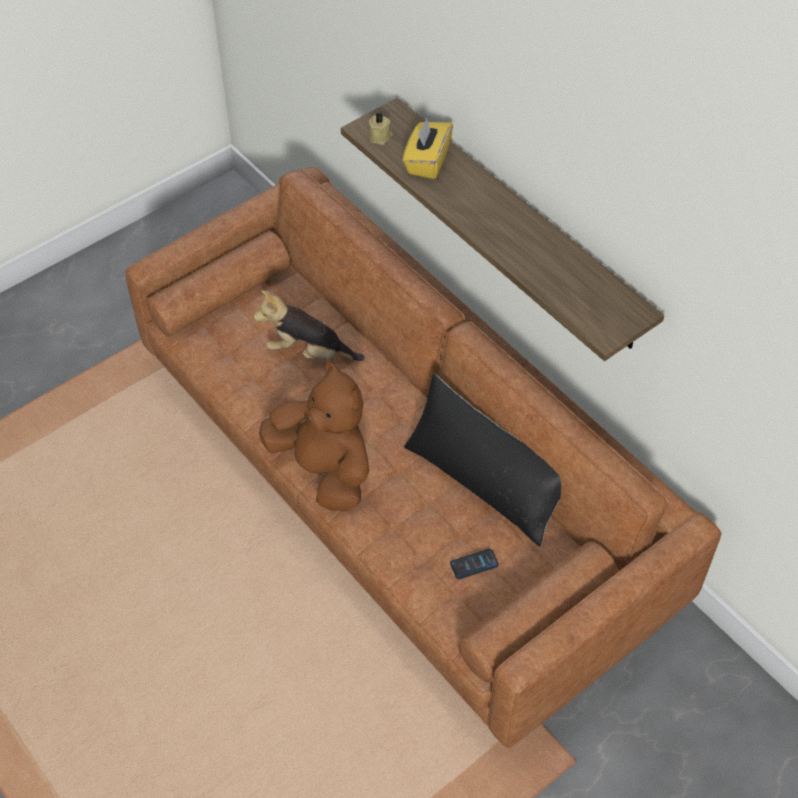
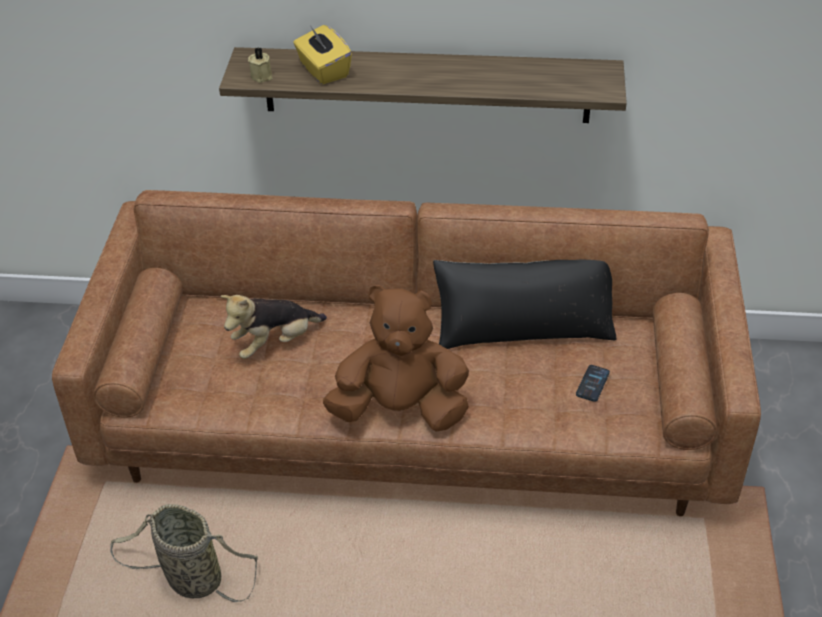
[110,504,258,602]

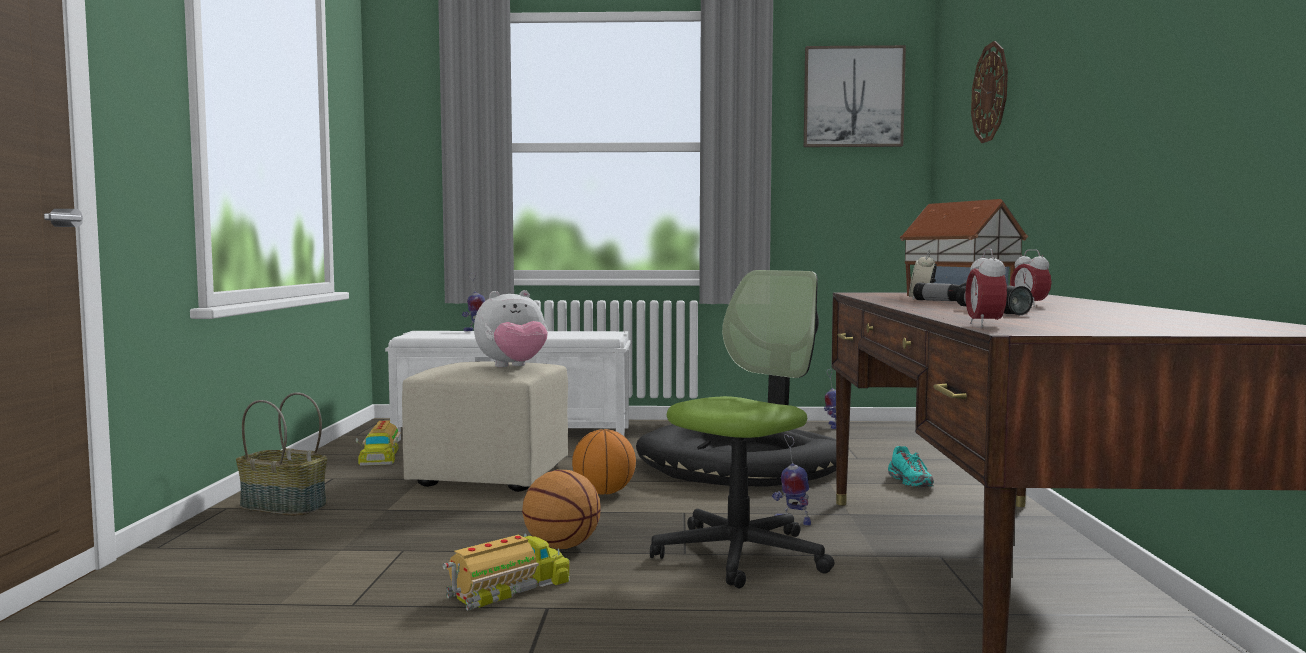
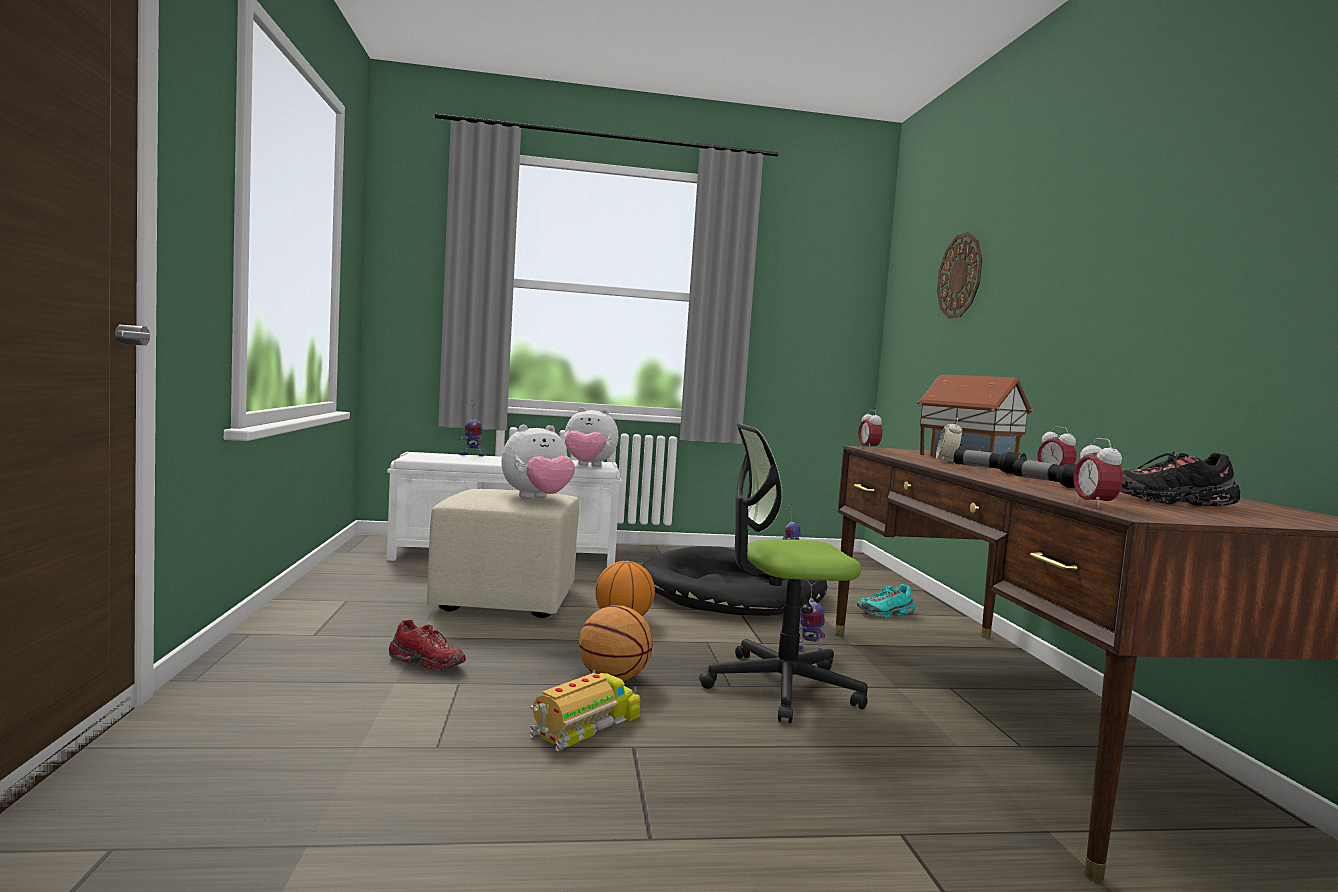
[804,45,906,147] (first image)
[699,423,868,723]
[236,392,327,516] (first image)
[356,420,401,466] (first image)
[857,584,915,618]
[564,407,618,466]
[858,410,882,450]
[1120,452,1240,506]
[389,620,466,669]

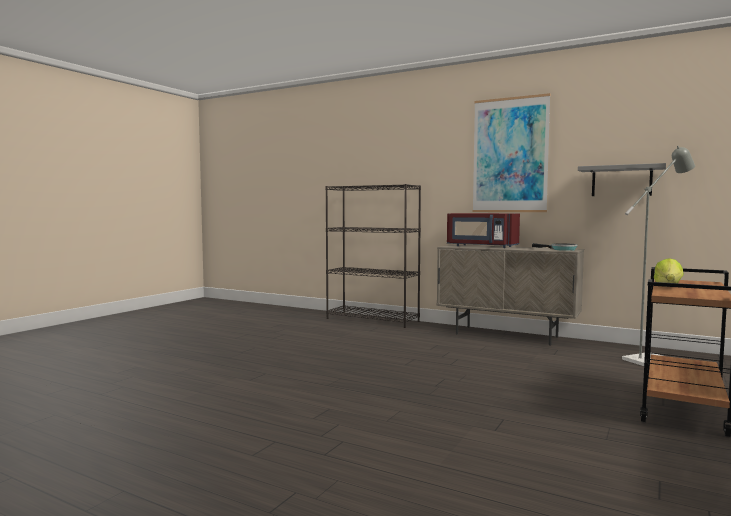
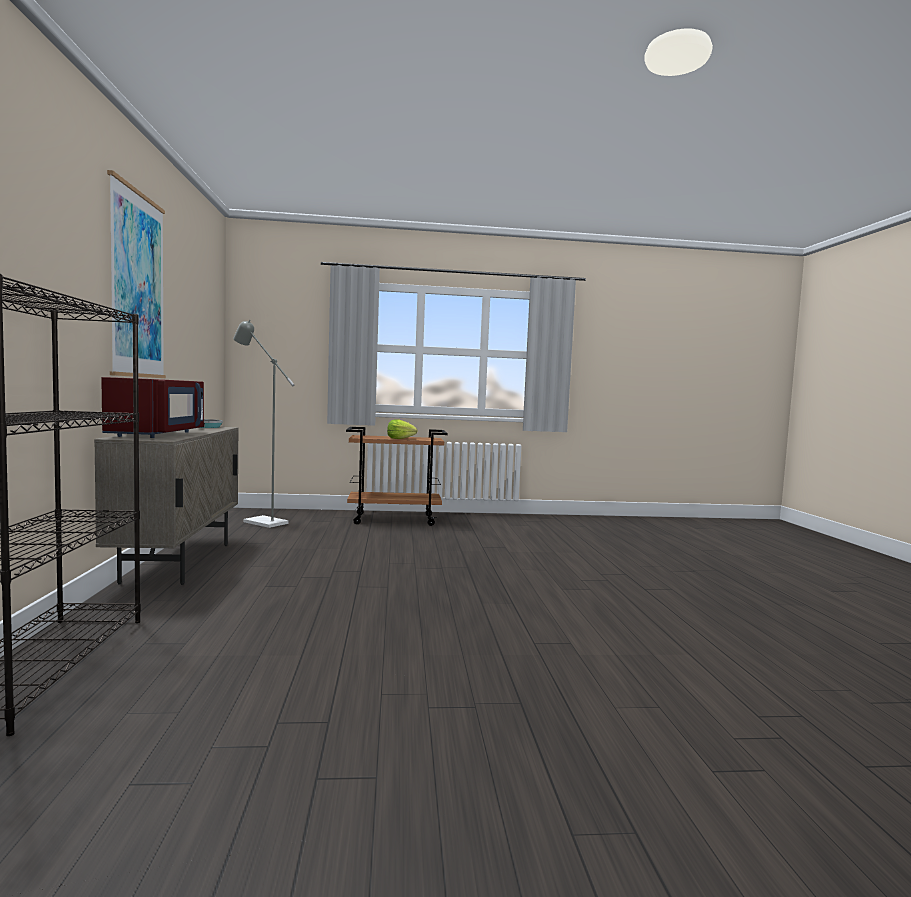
[578,163,666,196] (first image)

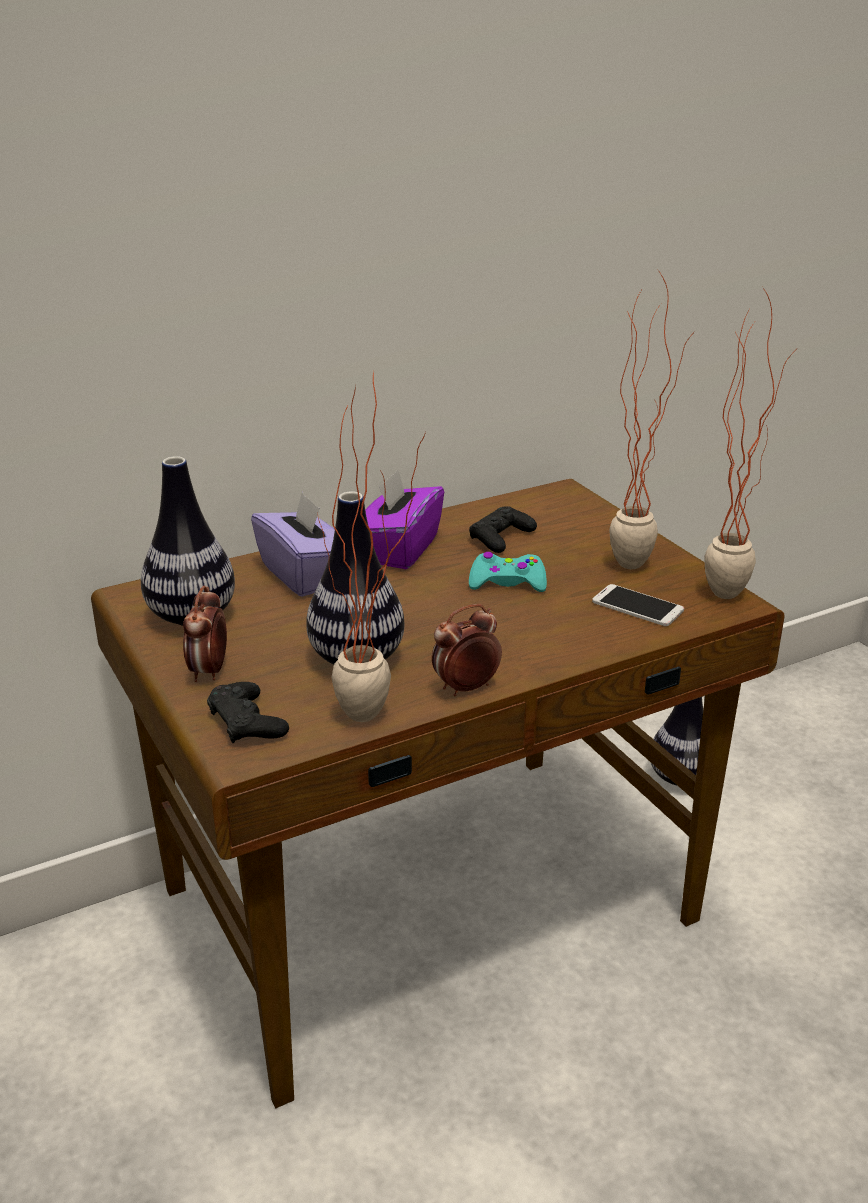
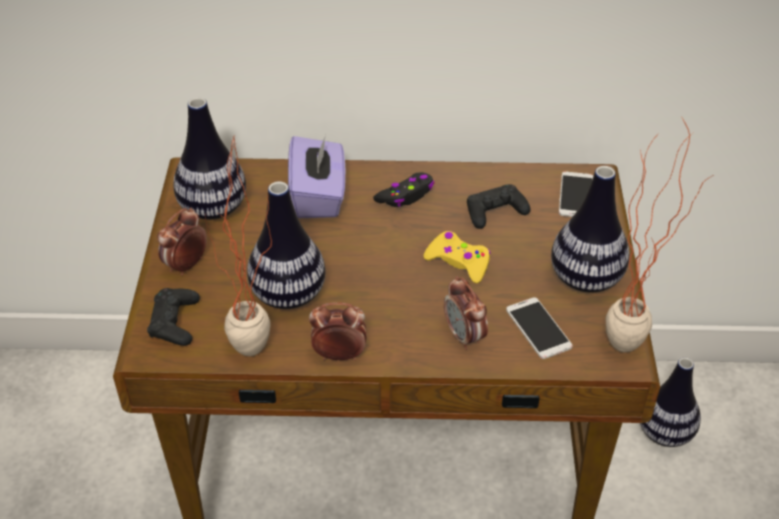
[551,166,629,293]
[373,172,434,207]
[424,231,490,284]
[559,171,593,217]
[444,276,488,350]

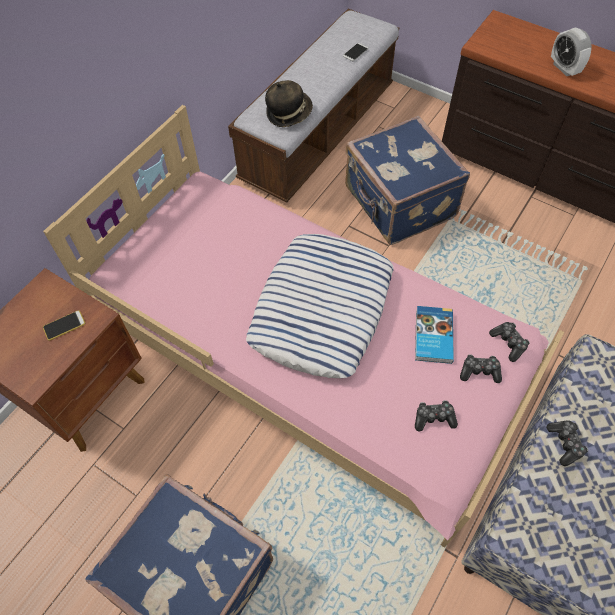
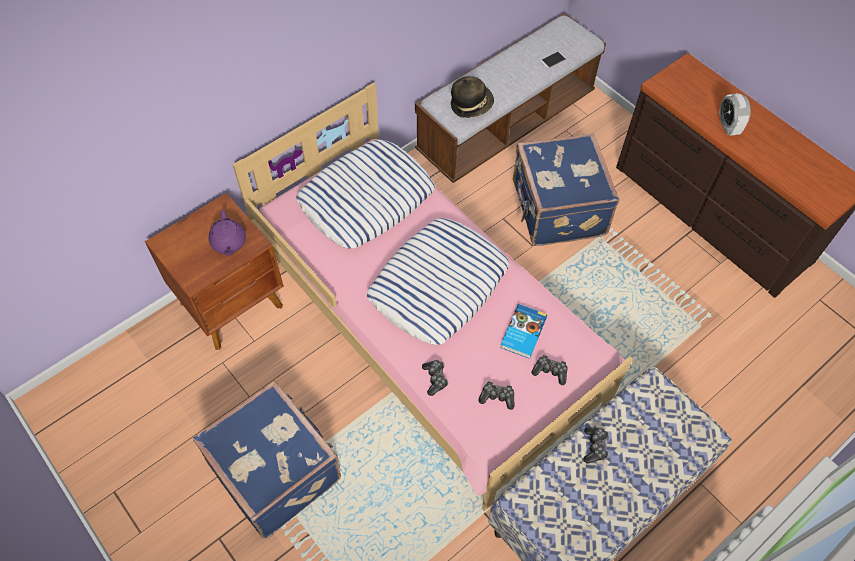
[209,210,246,256]
[422,360,448,396]
[296,140,435,249]

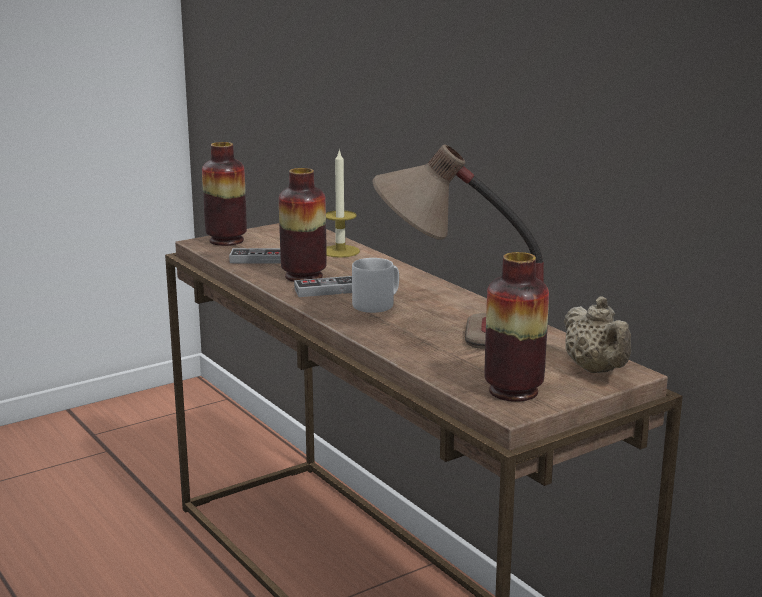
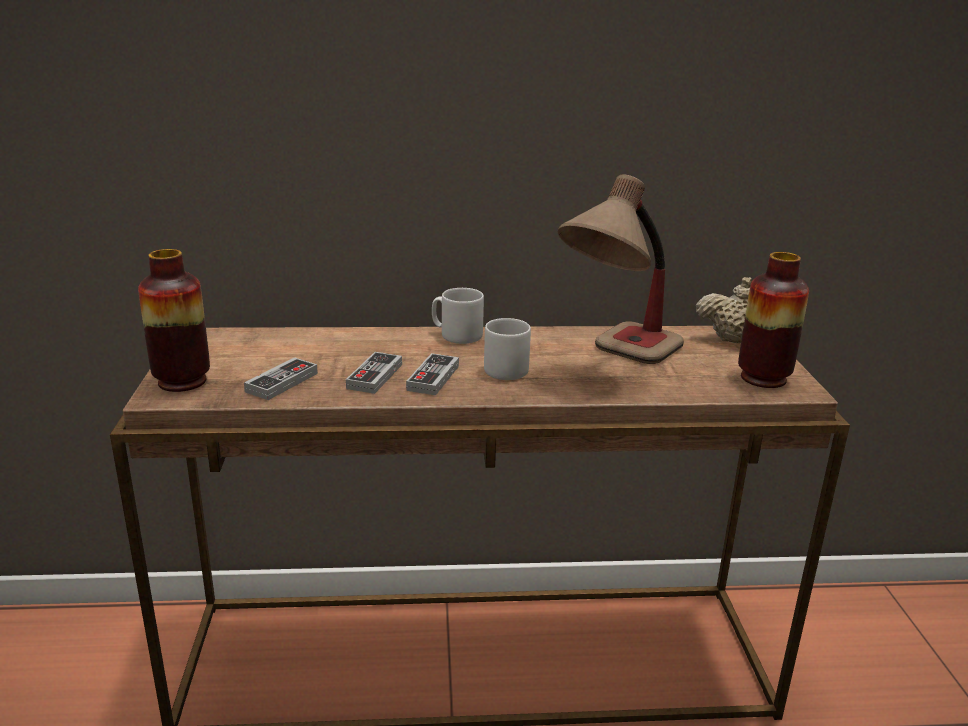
[326,149,360,258] (first image)
[346,352,402,394]
[432,288,484,344]

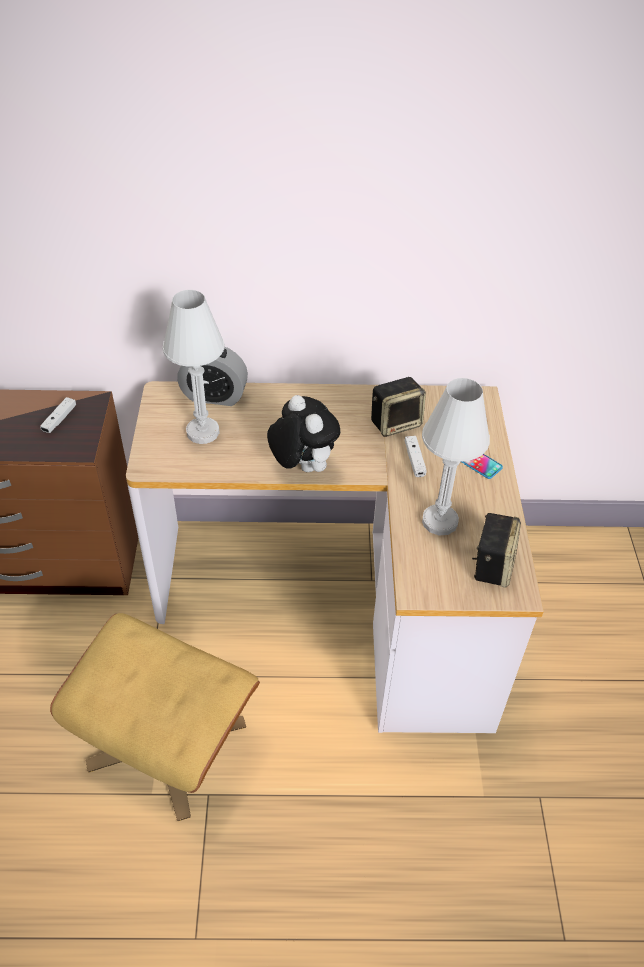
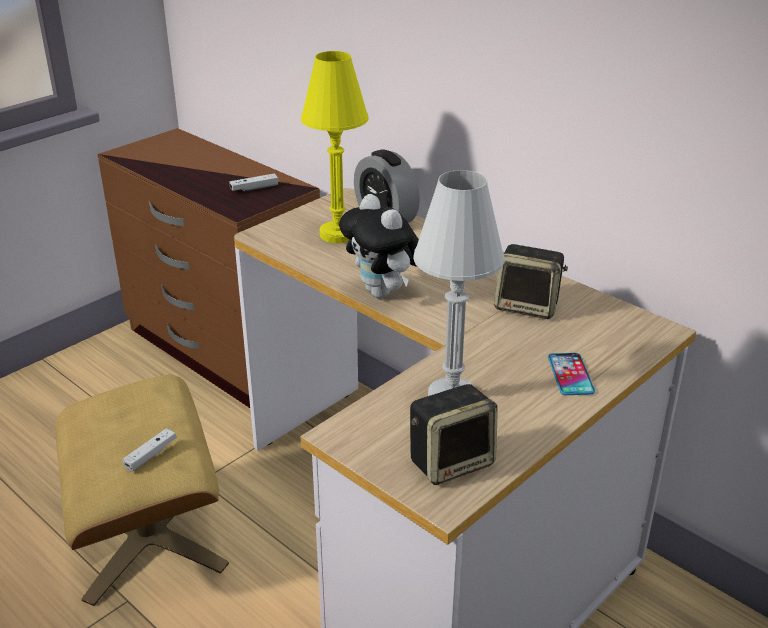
[301,51,369,243]
[339,194,419,299]
[122,428,176,472]

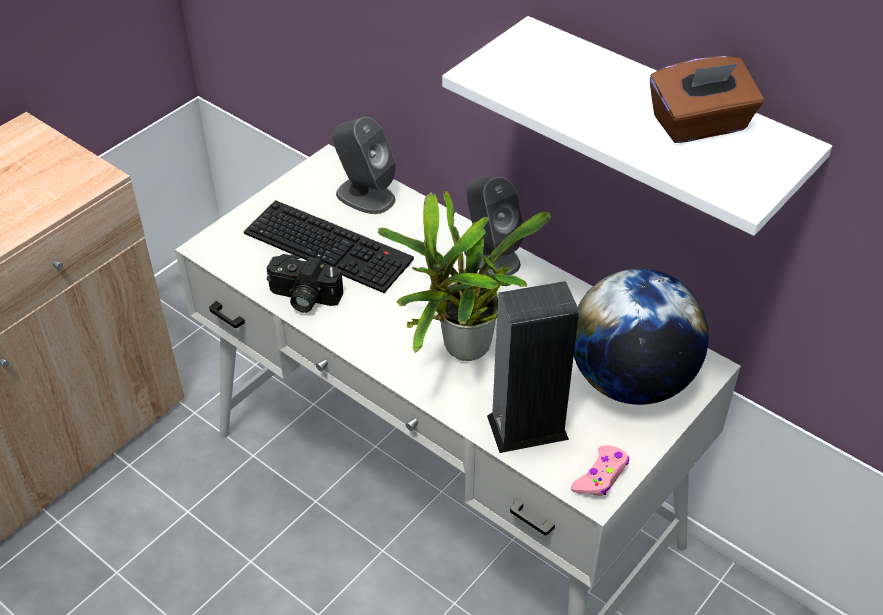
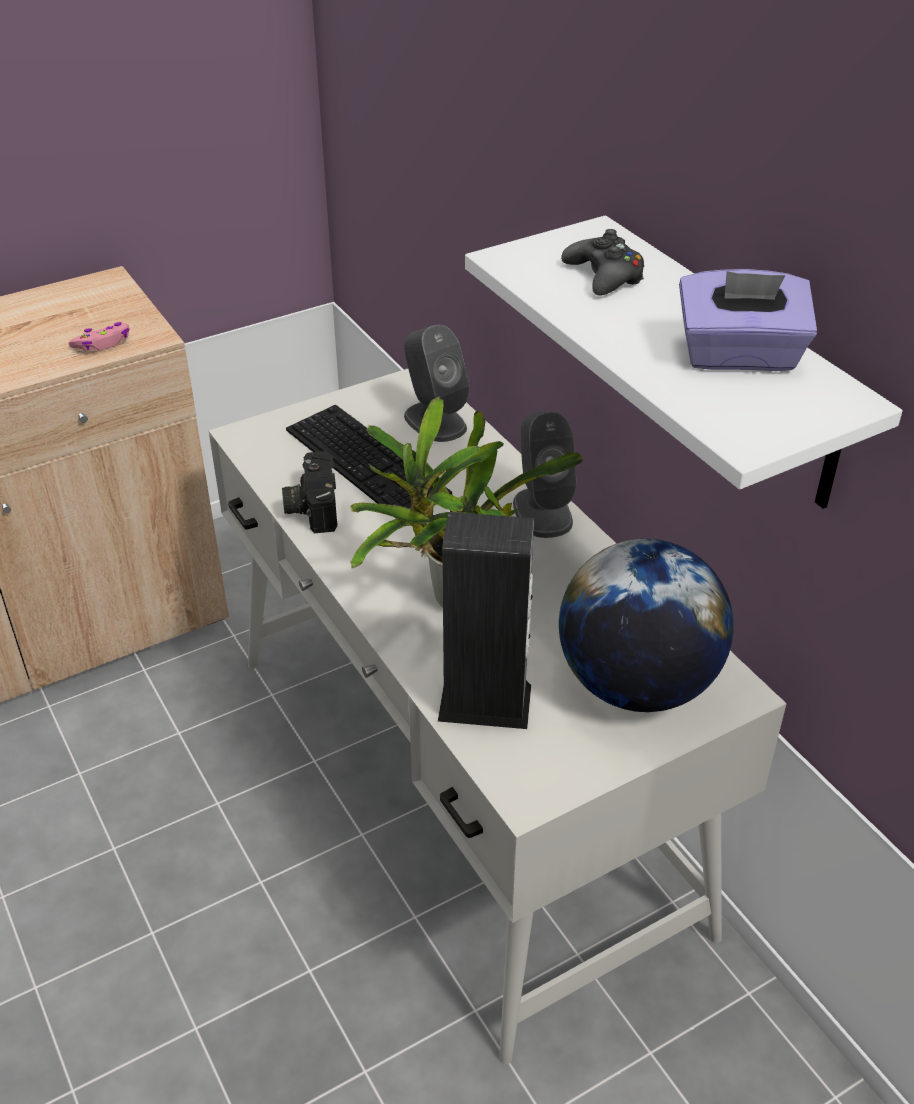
[679,269,817,371]
[282,451,337,533]
[68,322,130,351]
[561,229,644,296]

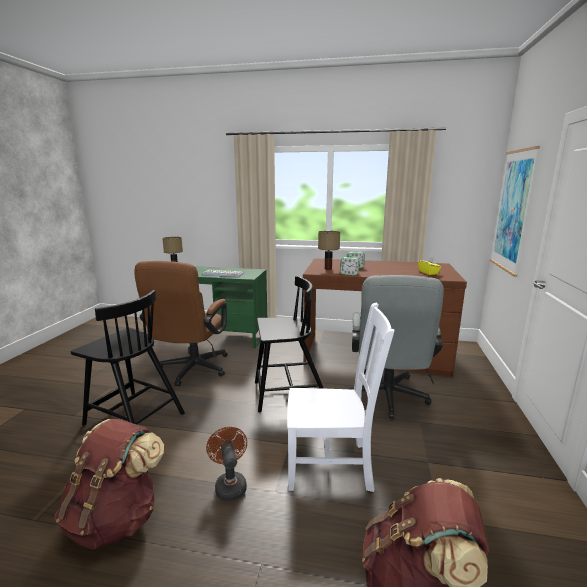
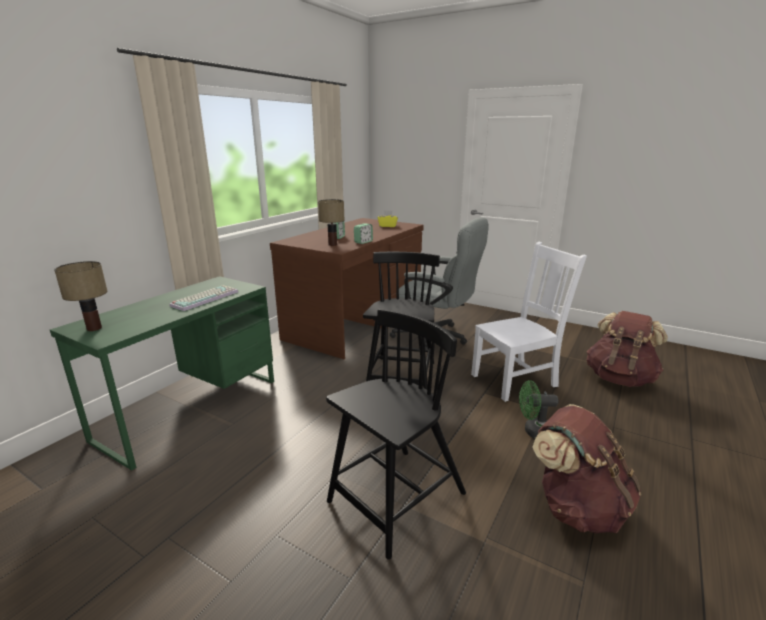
[490,146,540,277] (first image)
[134,261,228,386] (first image)
[471,242,587,402]
[519,380,559,438]

